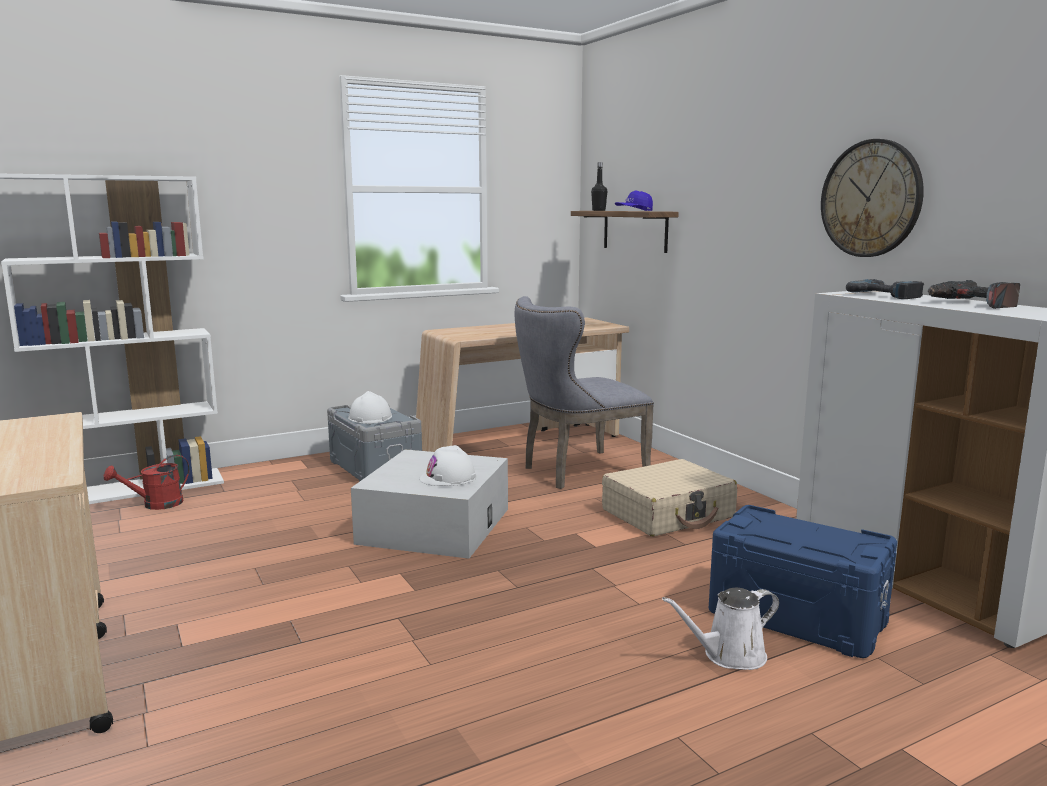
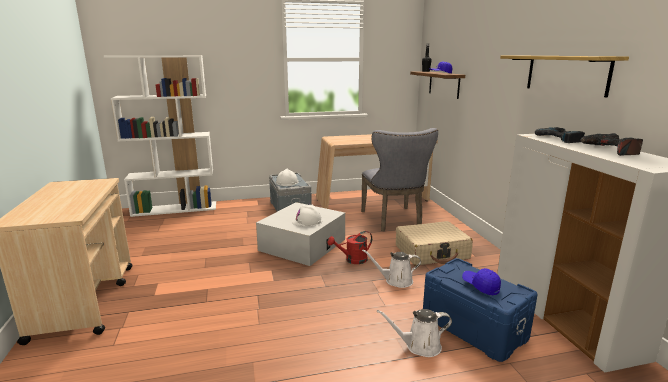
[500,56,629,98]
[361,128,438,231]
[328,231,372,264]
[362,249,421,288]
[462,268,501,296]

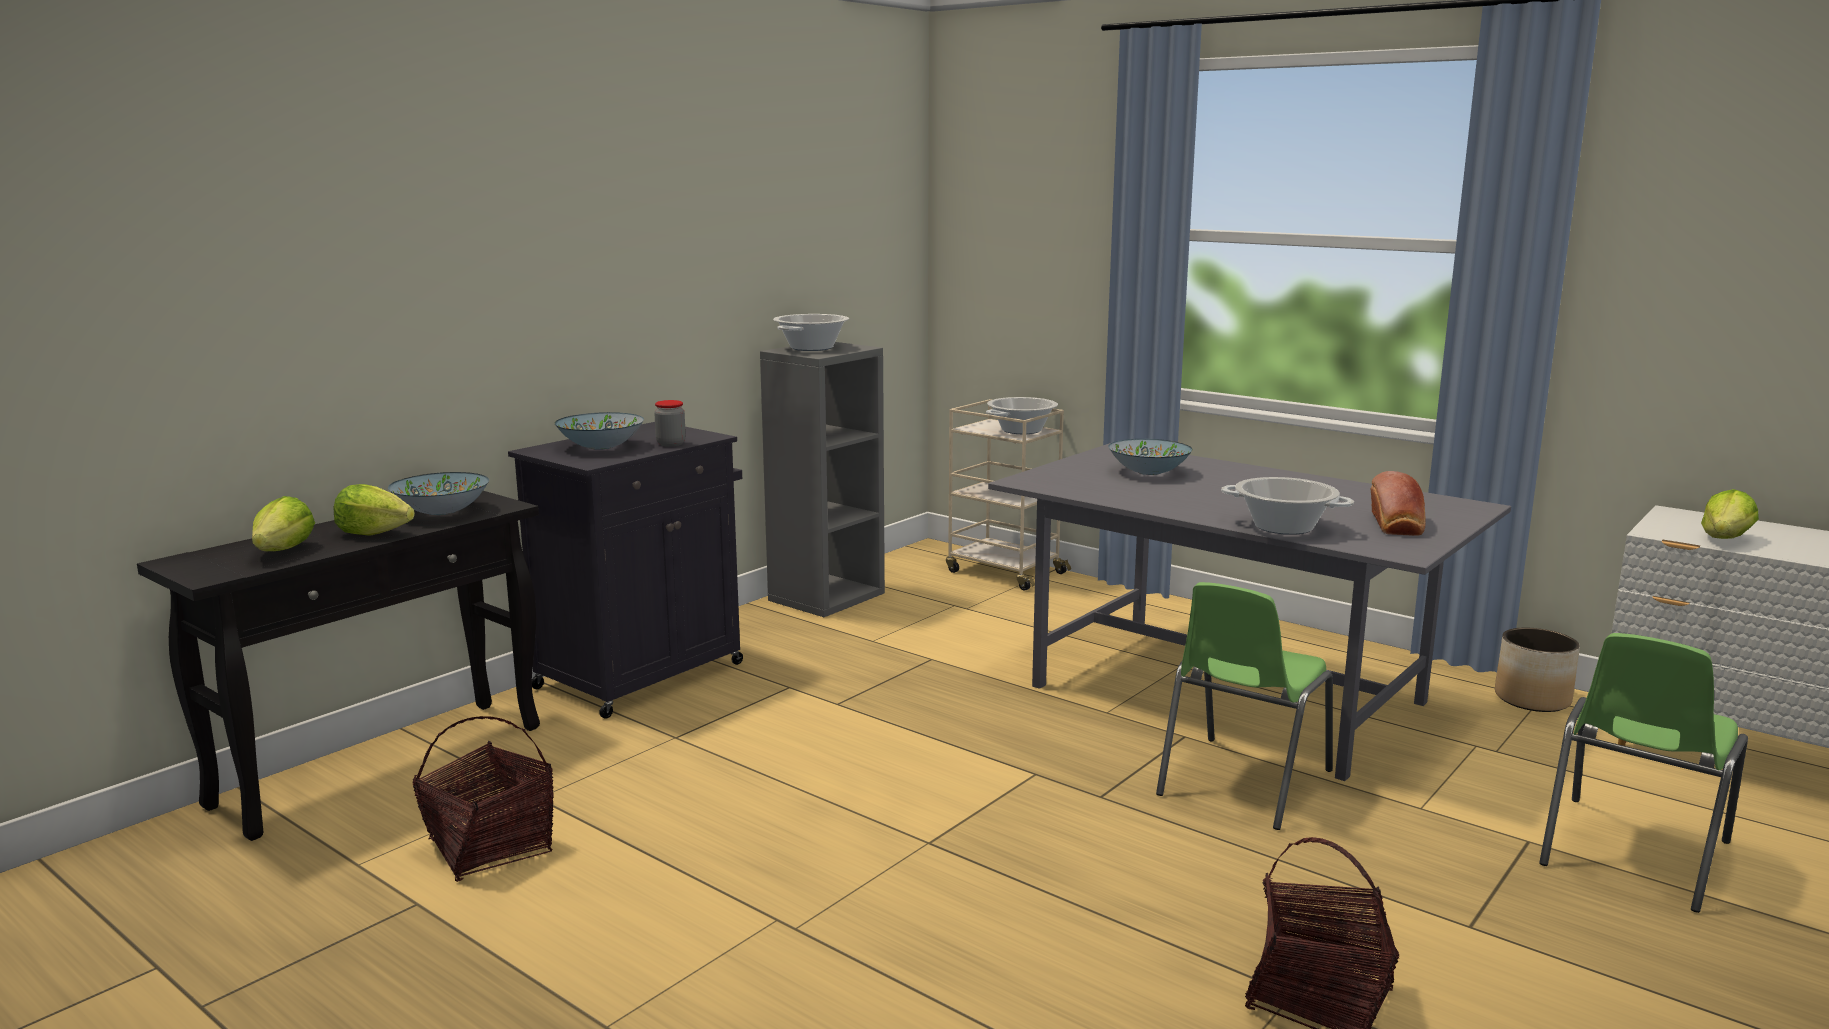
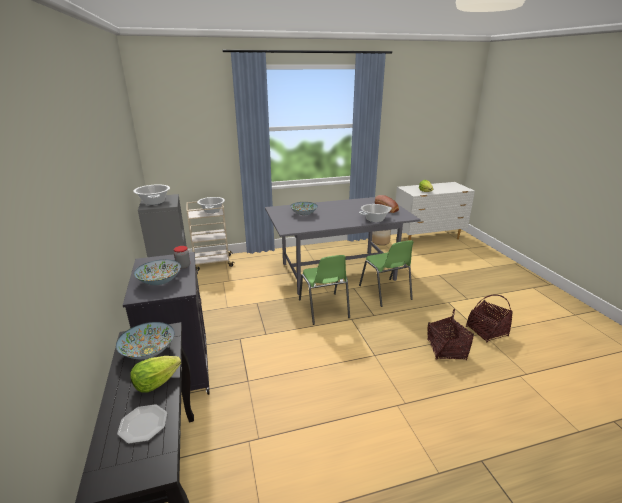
[117,404,167,444]
[299,255,350,325]
[427,309,474,360]

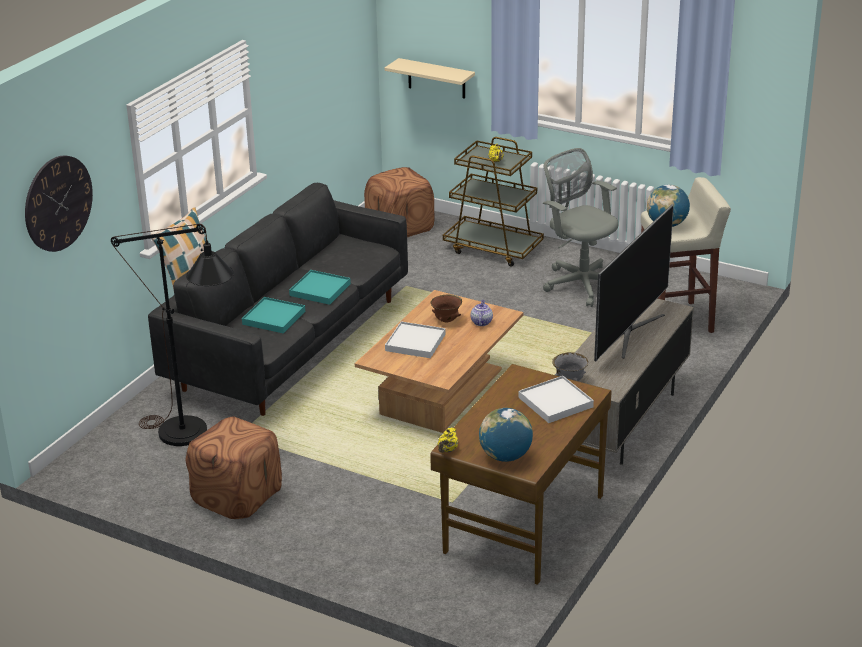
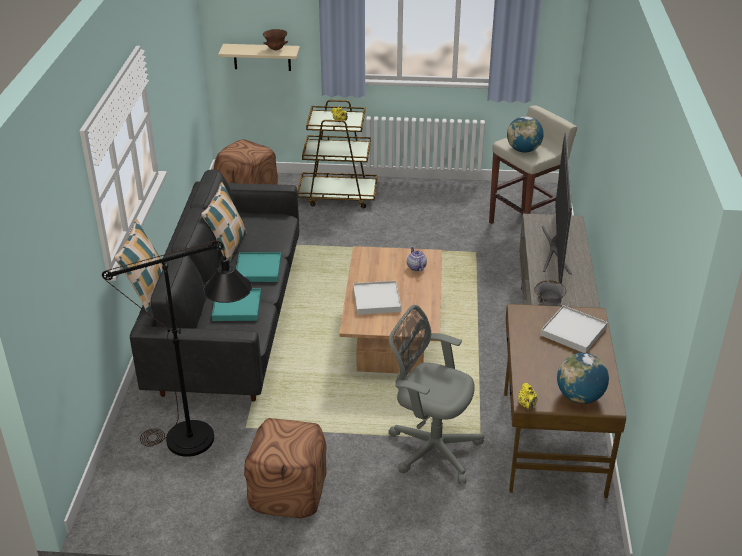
[389,305,485,484]
[25,156,93,252] (first image)
[263,29,288,50]
[201,182,247,265]

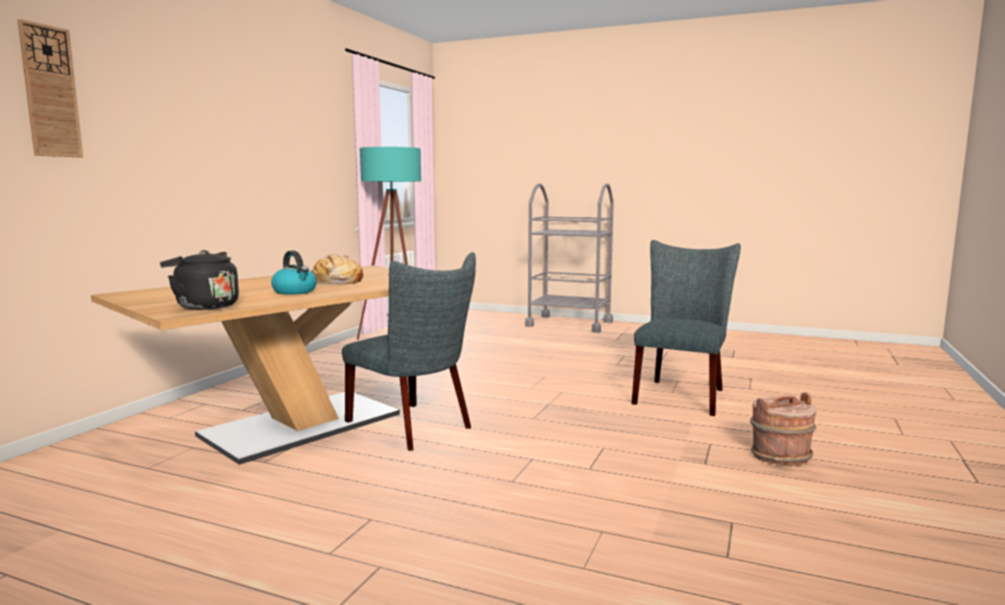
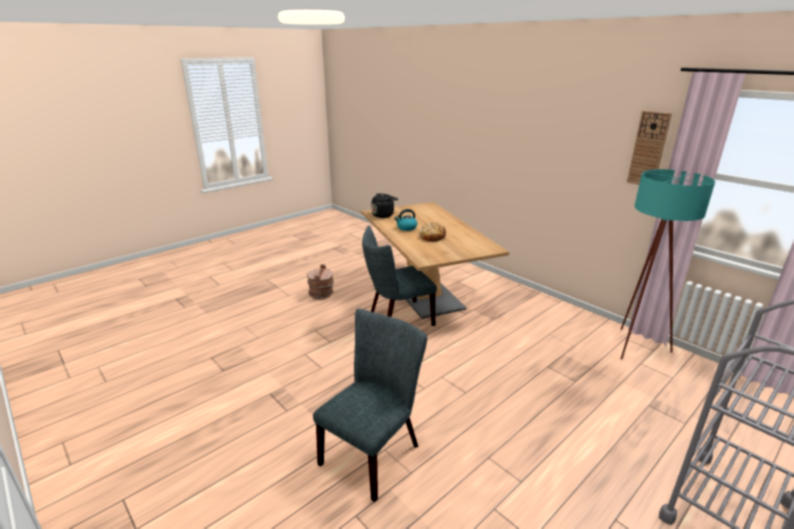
[627,111,672,185]
[313,308,427,502]
[307,264,334,300]

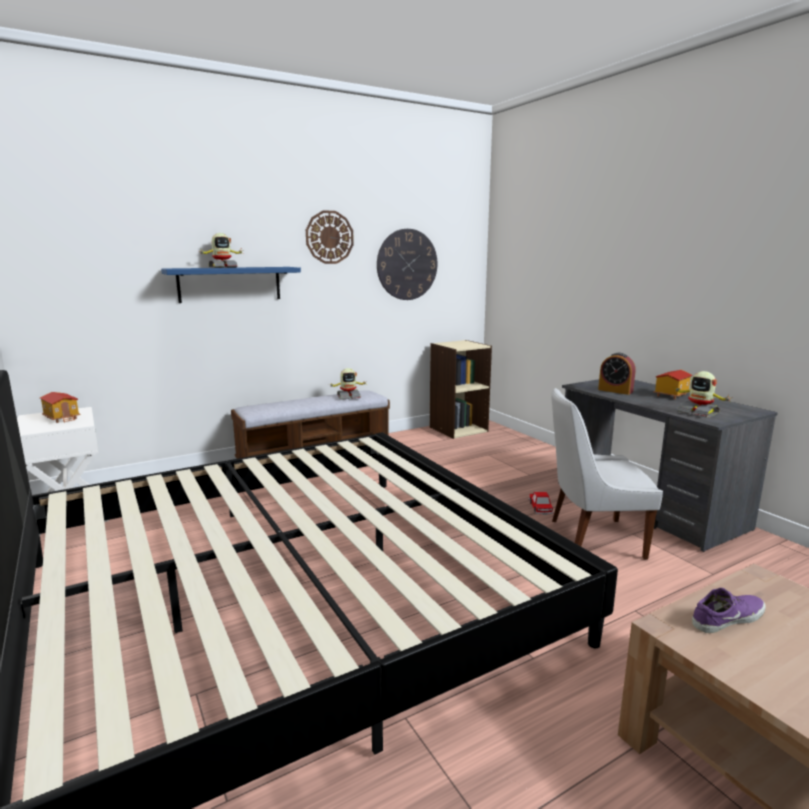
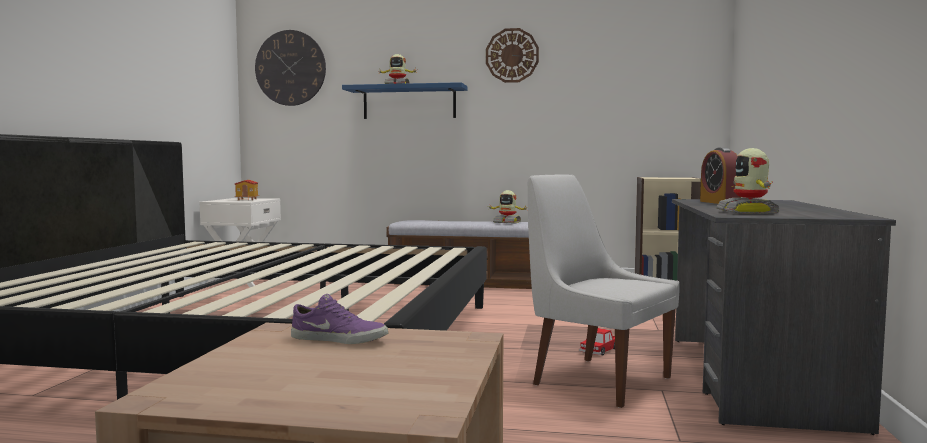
[255,30,326,106]
[653,370,693,399] (first image)

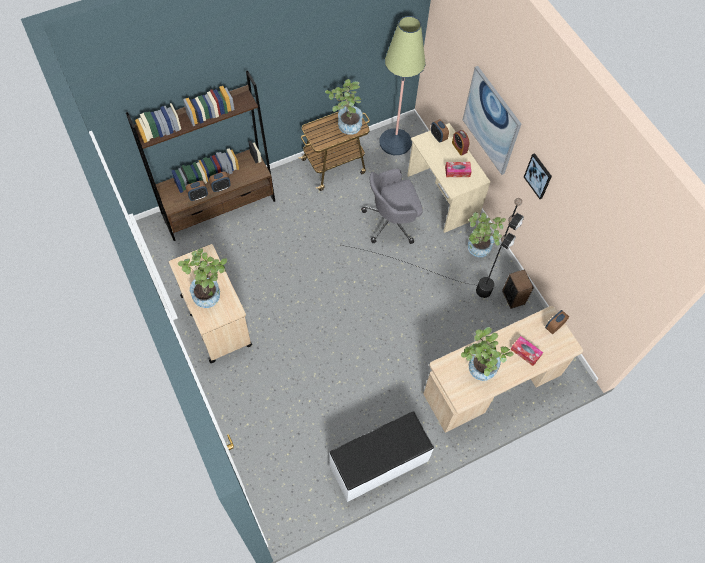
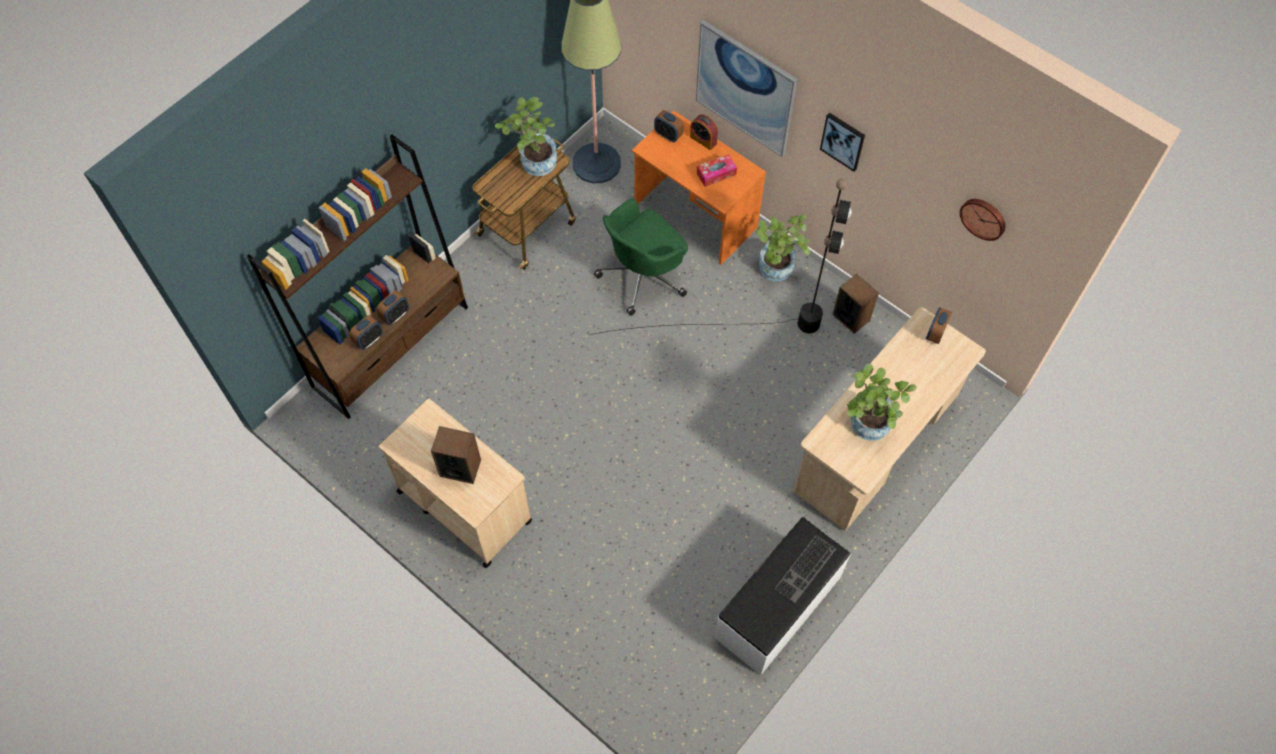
[632,111,766,265]
[594,198,688,316]
[431,426,481,484]
[510,336,543,366] (first image)
[960,199,1005,241]
[774,535,836,603]

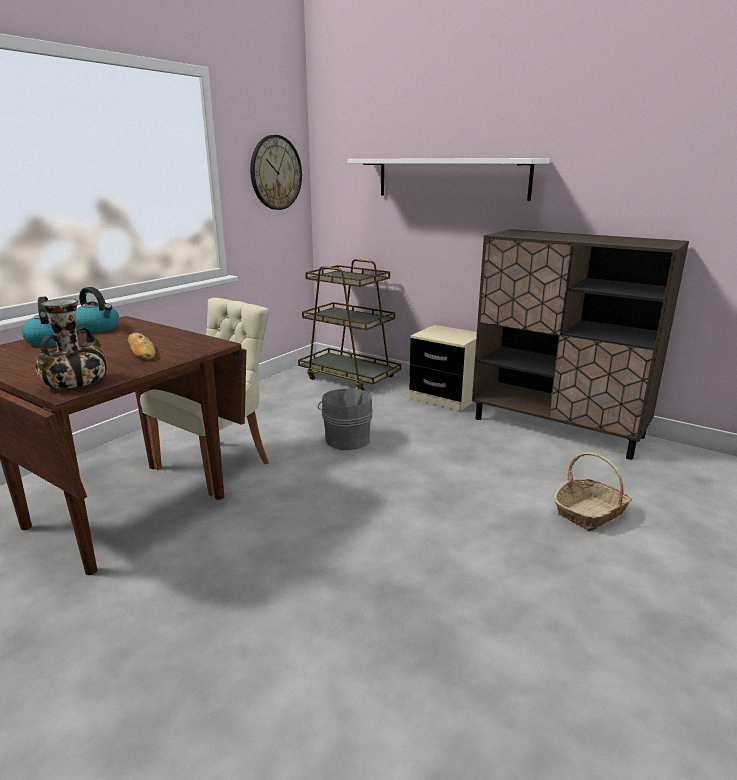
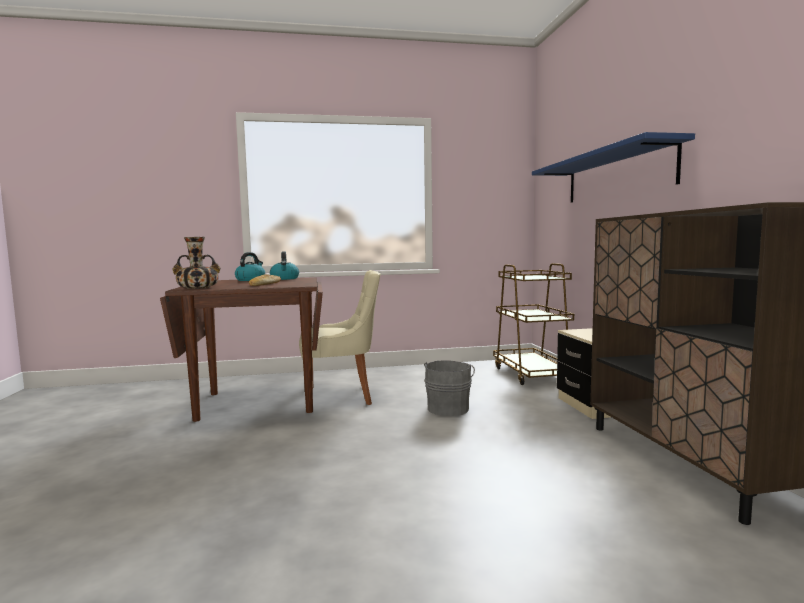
[250,135,302,210] (first image)
[532,132,695,203]
[554,452,632,531] (first image)

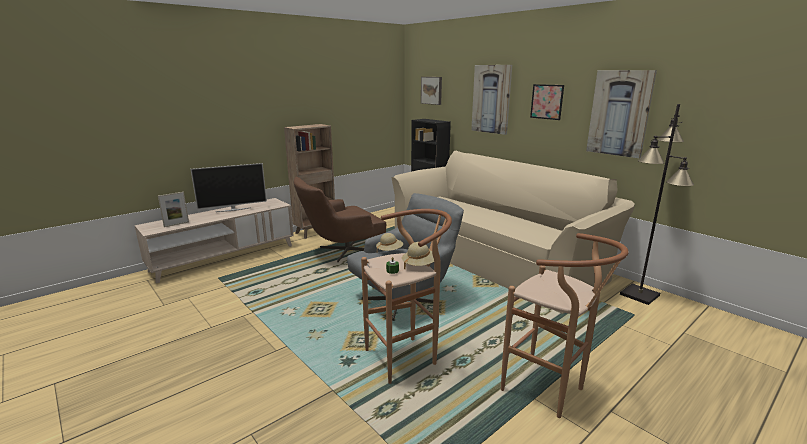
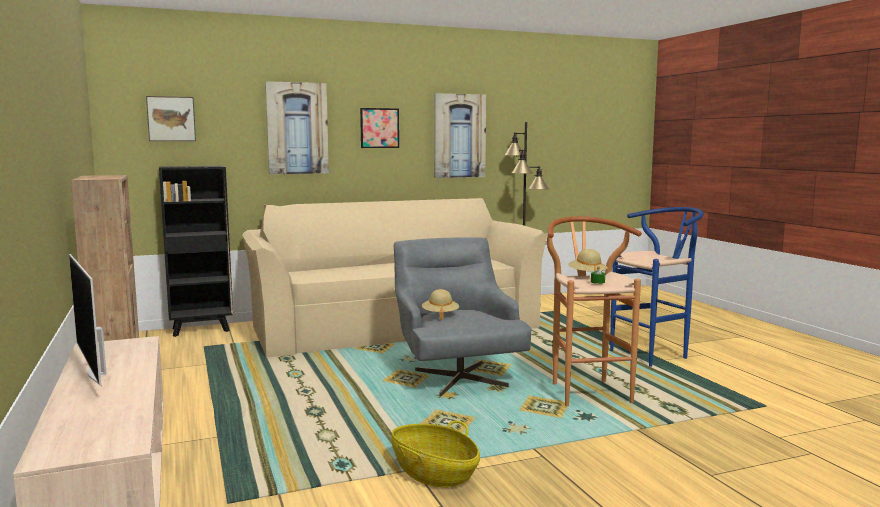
[69,254,107,386]
[294,177,386,262] (first image)
[158,192,189,227] (first image)
[610,207,704,367]
[392,420,480,487]

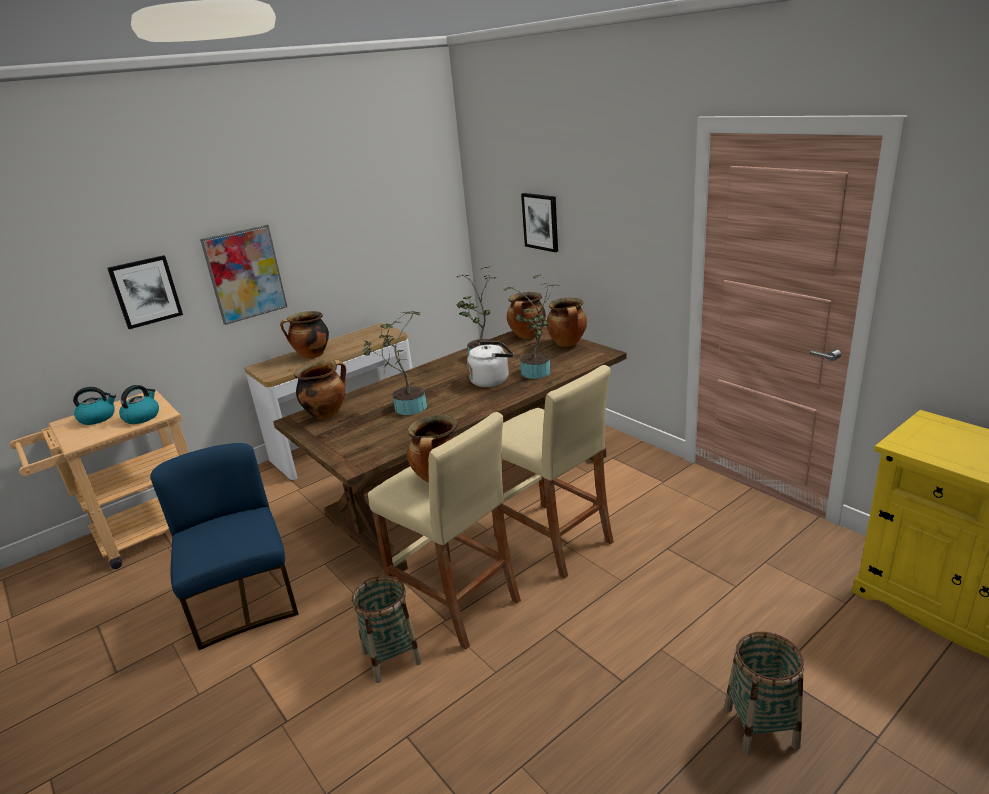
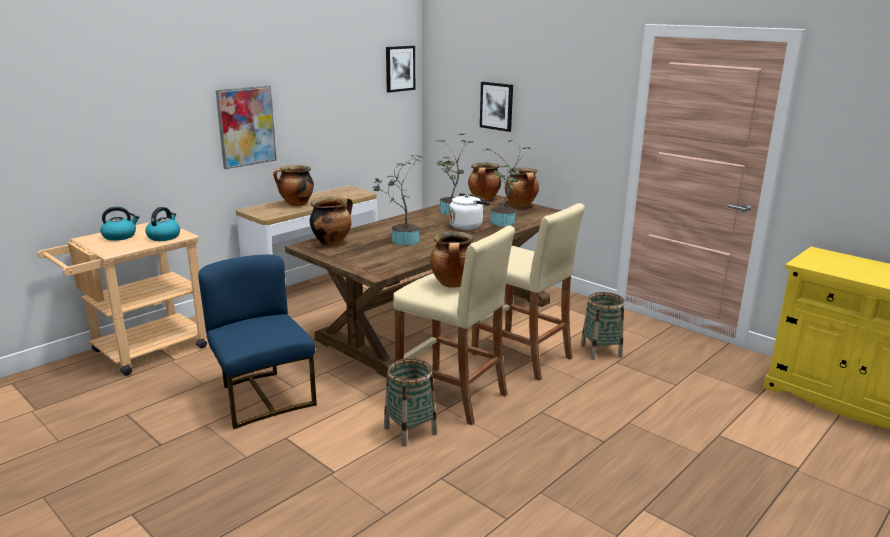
[386,46,415,93]
[580,292,625,360]

